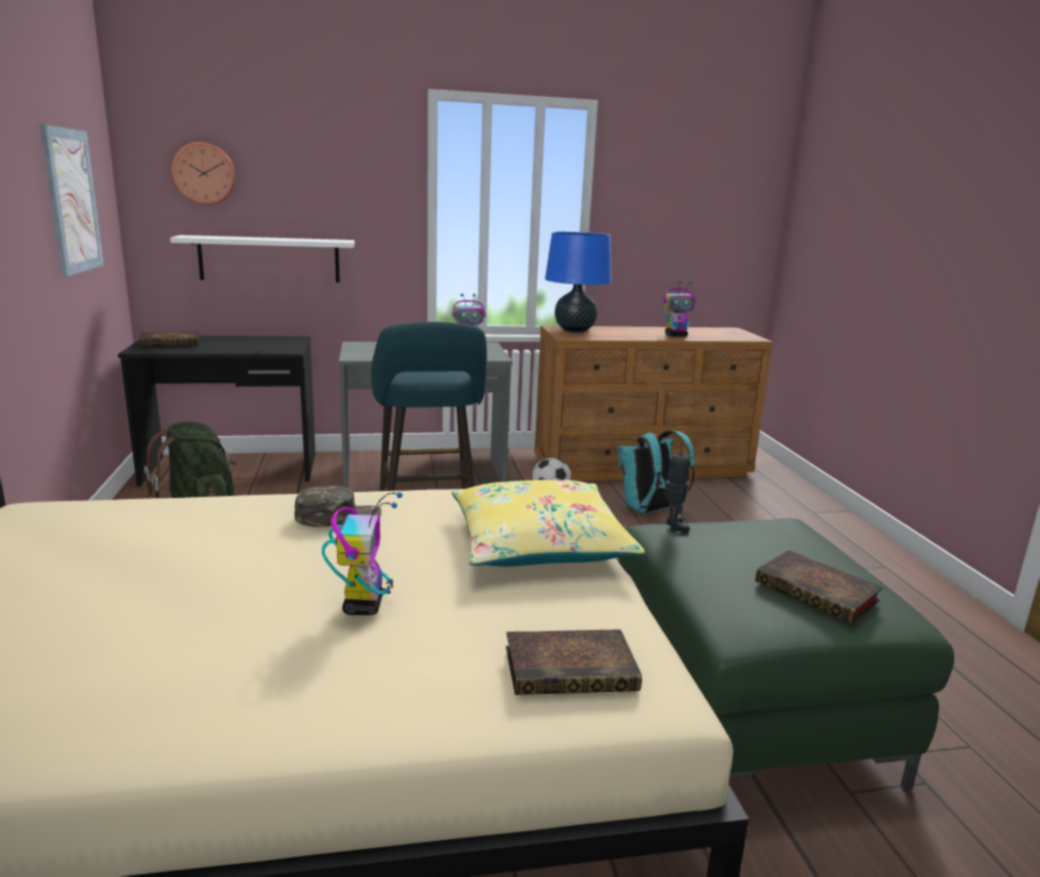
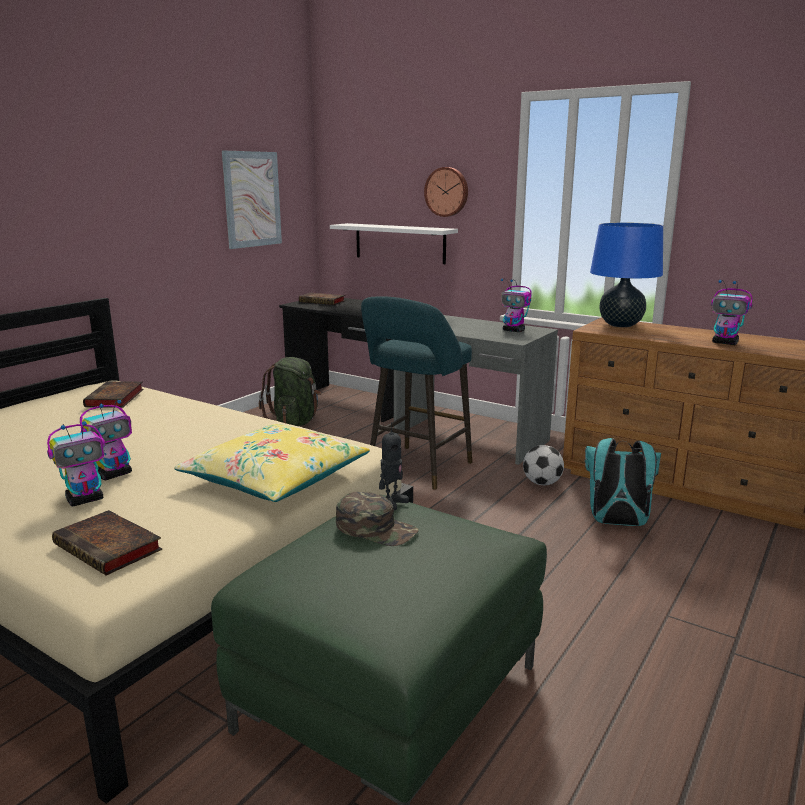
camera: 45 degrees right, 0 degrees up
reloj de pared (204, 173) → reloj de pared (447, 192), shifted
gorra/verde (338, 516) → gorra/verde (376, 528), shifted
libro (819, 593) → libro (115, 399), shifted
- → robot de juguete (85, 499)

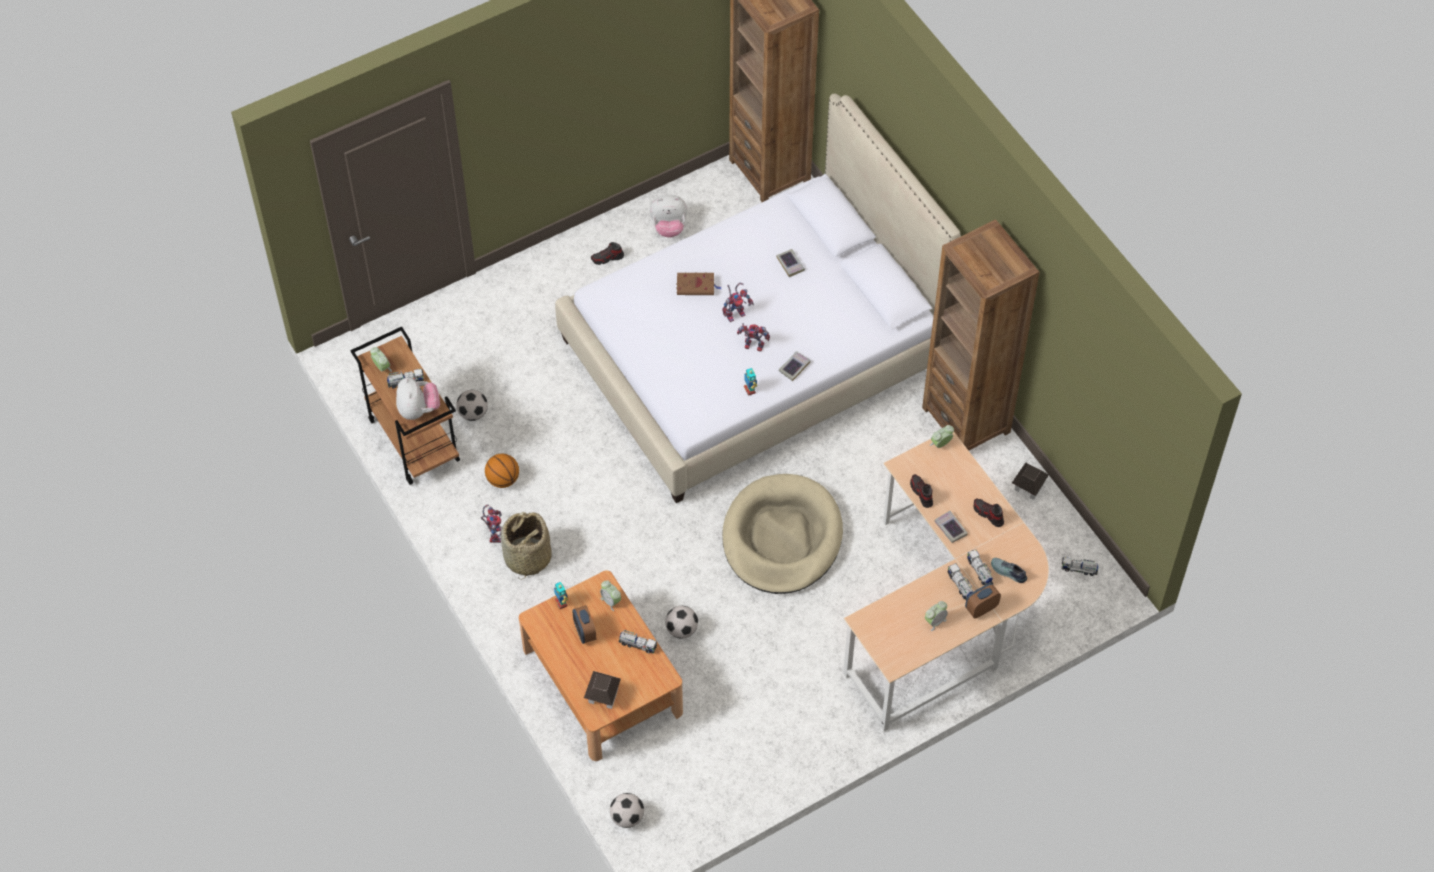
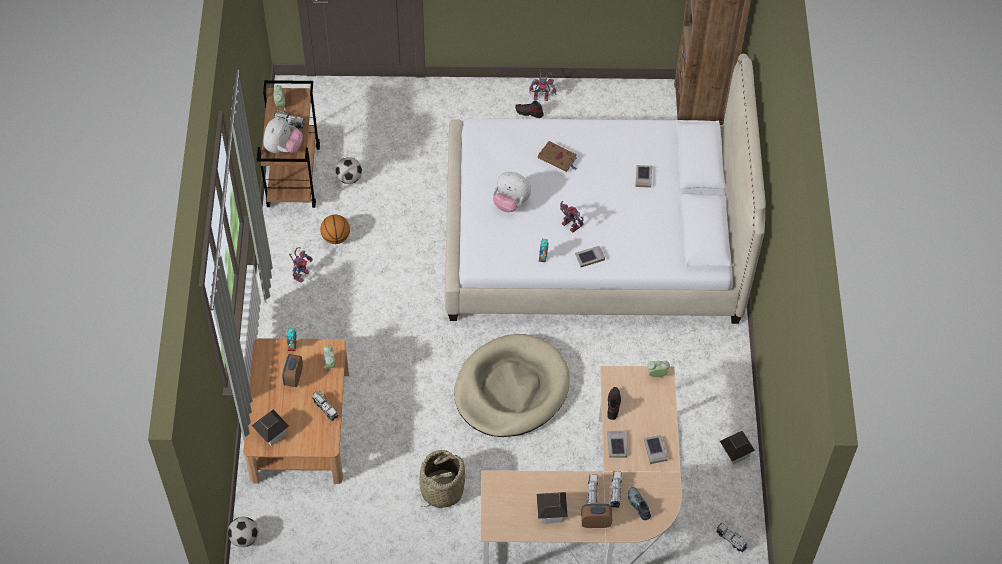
camera: 30 degrees right, 0 degrees up
peluche (669, 227) → peluche (510, 202), shifted
estantería/marrón (966, 420) → -
robot de juguete (736, 313) → robot de juguete (542, 96), shifted
zapato (988, 514) → libro (655, 450)
cesta (527, 557) → cesta (441, 490), shifted
despertador (935, 621) → casita (551, 512)
balón de fútbol (681, 629) → -

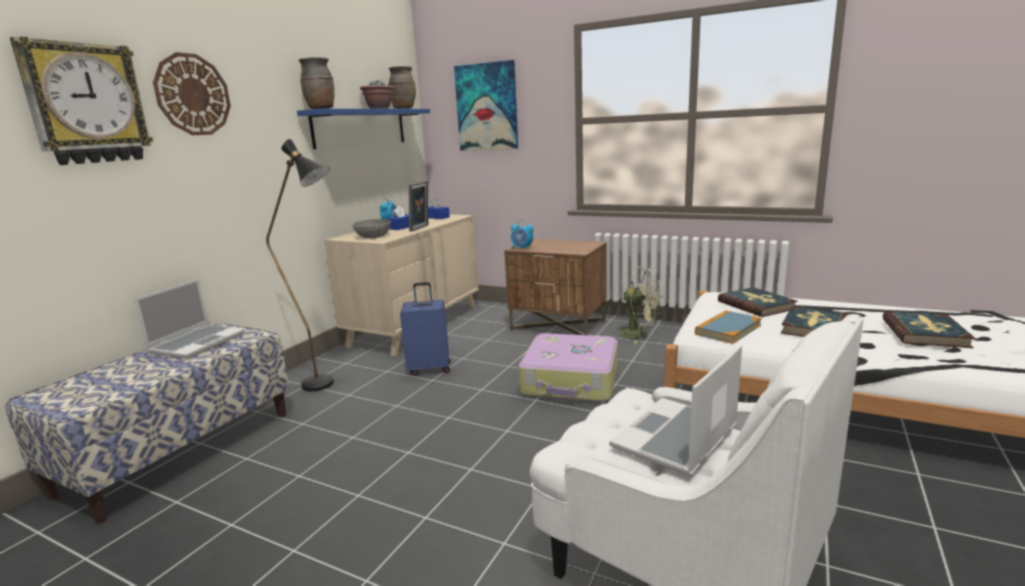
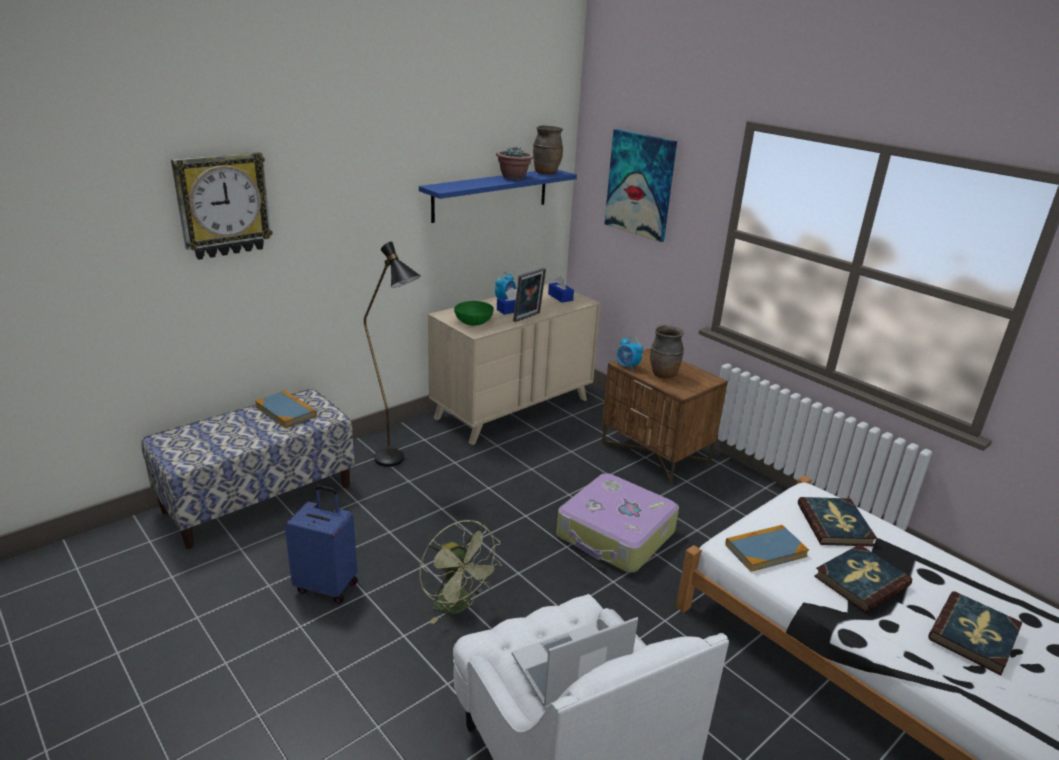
camera: 20 degrees right, 10 degrees up
reloj de pared (193, 95) → -
florero/marrón (321, 109) → florero/marrón (663, 374), shifted
cuenco/gris (373, 236) → cuenco/verde (473, 321)
ventilador/verde (640, 335) → ventilador/verde (458, 606), shifted
portátil (198, 342) → libro (286, 411)
maleta/azul (429, 368) → maleta/azul (327, 586), shifted

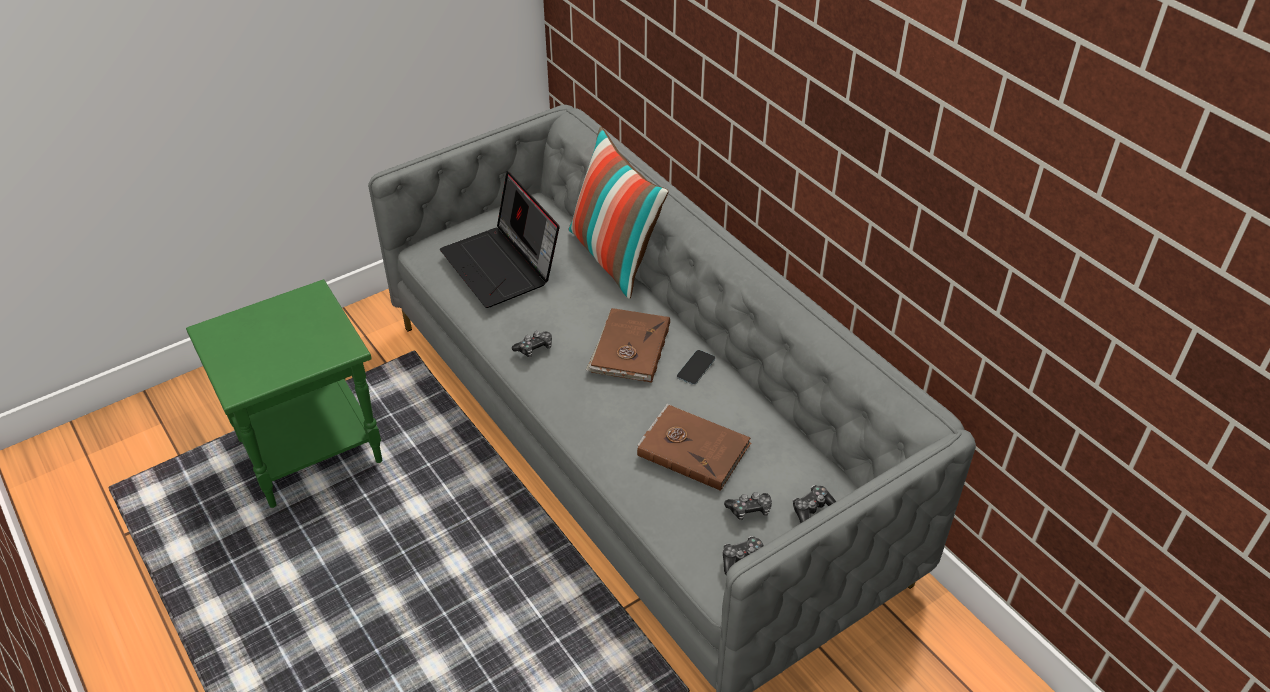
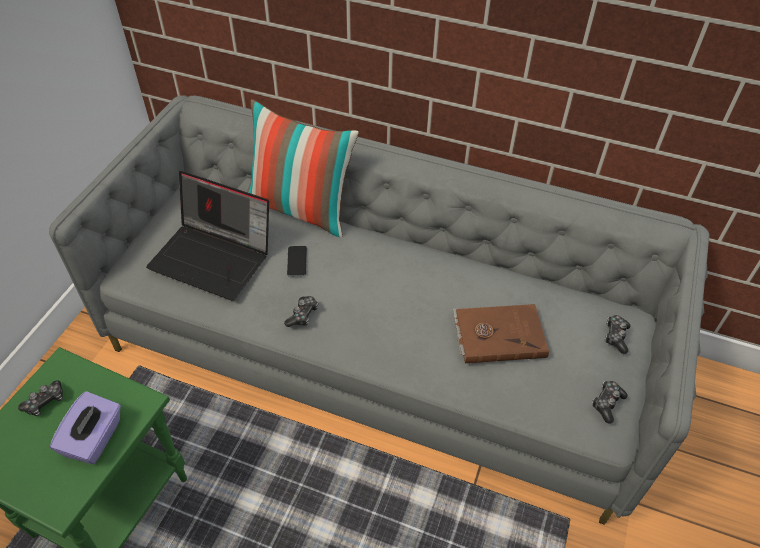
camera: 35 degrees left, 5 degrees up
libro/marrón (629, 348) → -
móvil (696, 367) → móvil (297, 261), shifted
mando de consola (749, 510) → mando de consola (45, 402), shifted
- → caja de pañuelos/morado (95, 439)

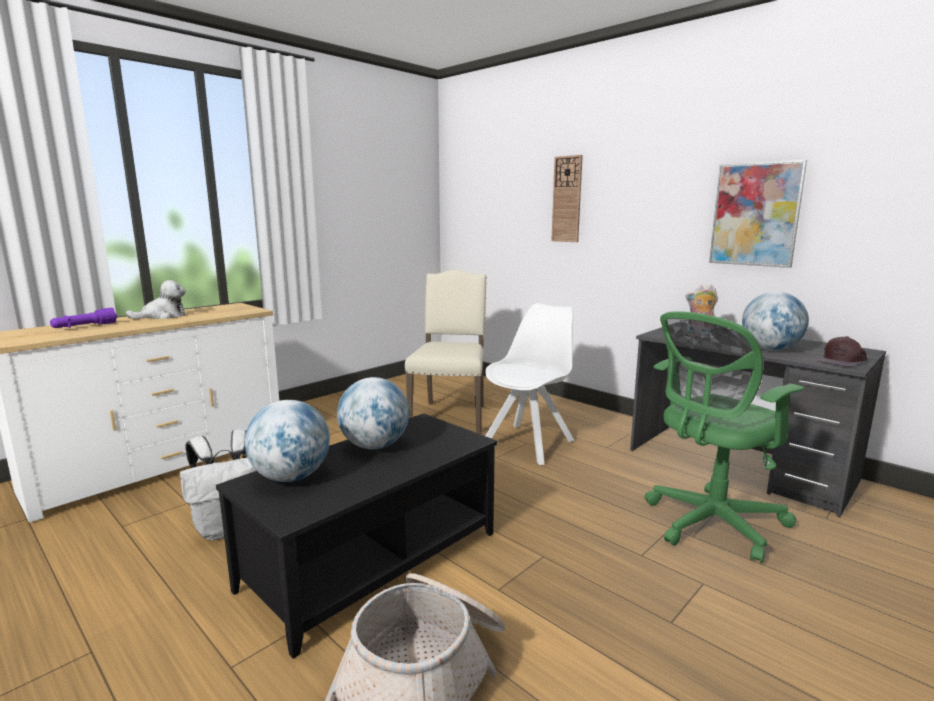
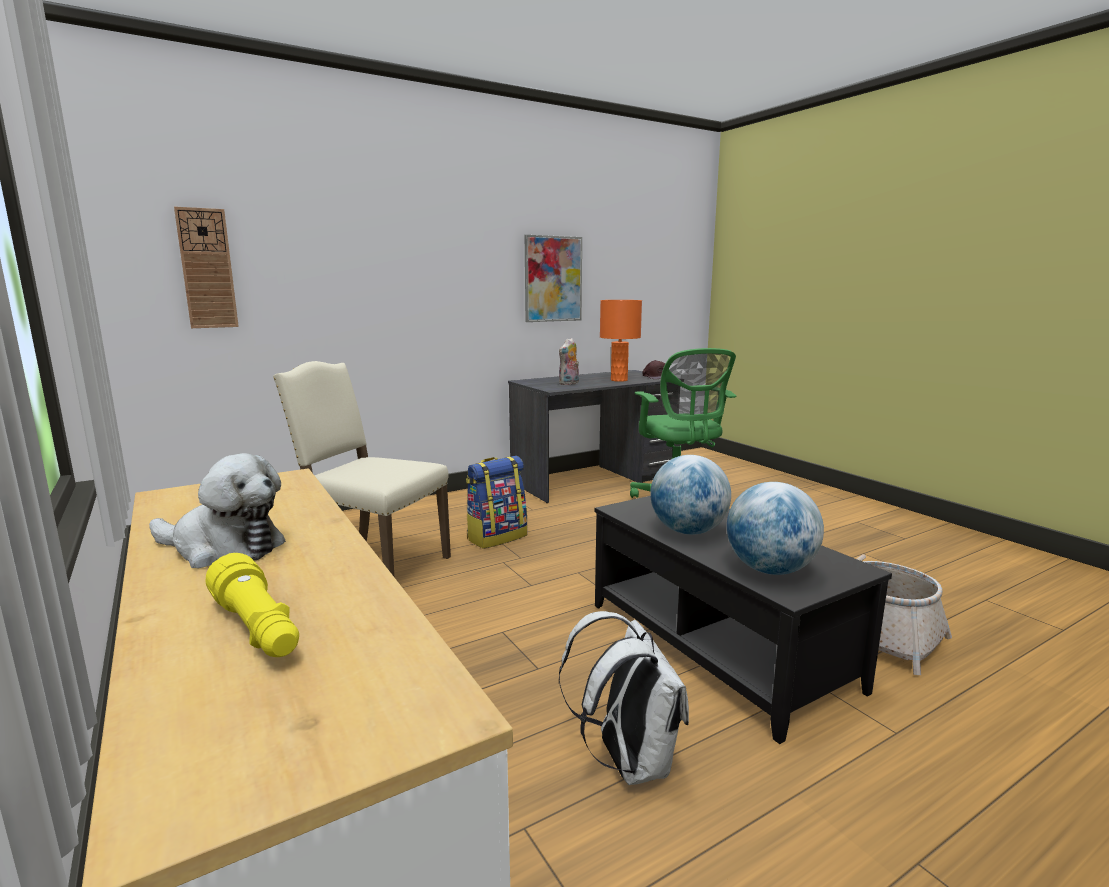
camera: 75 degrees left, 0 degrees up
reloj de pared (567, 199) → reloj de pared (207, 269), shifted
peluche (162, 316) → peluche (223, 548), 120 degrees clockwise
globo terráqueo (770, 349) → lámpara de mesa/naranja (619, 380)
silla/blanco (529, 443) → mochila (497, 537)
linterna/morado (85, 327) → linterna/amarillo (258, 629)

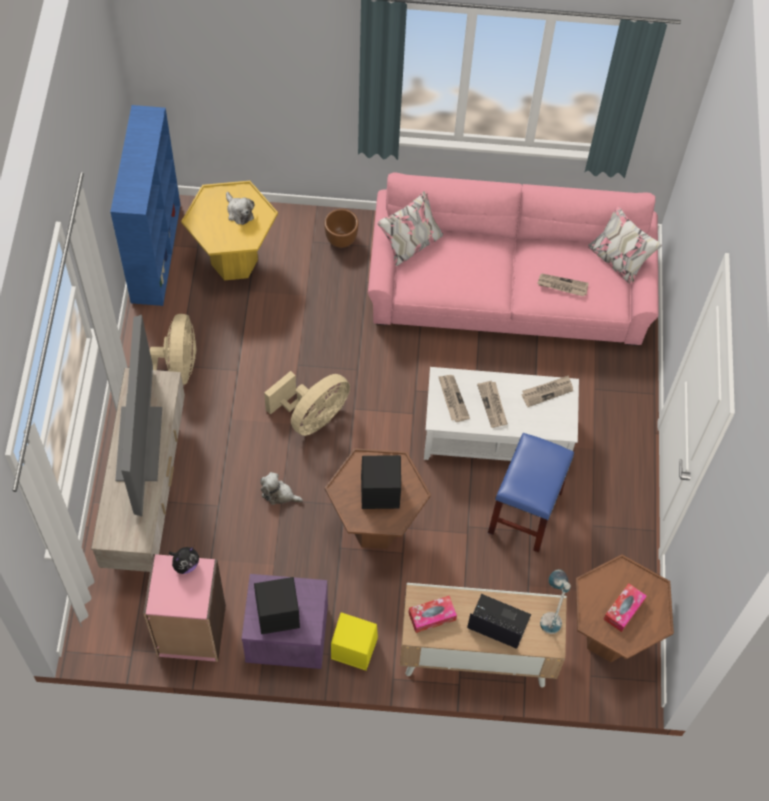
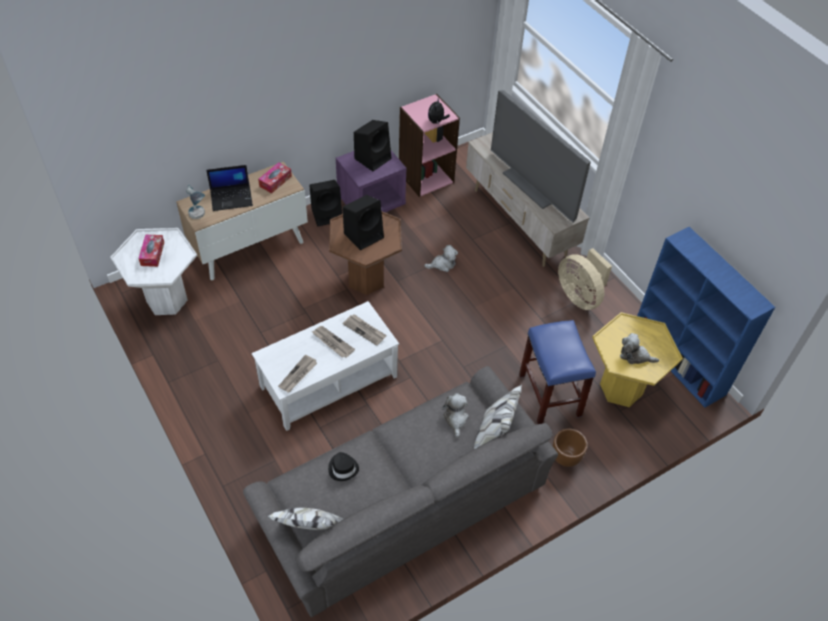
camera: 145 degrees right, 10 degrees down
sofá/rosa (509, 289) → sofá/gris (401, 503)
periódico (562, 286) → sombrero/negro (343, 468)
ventilador/beis (312, 417) → -
taburete/azul (525, 511) → taburete/azul (550, 395), shifted
mesa auxiliar/marrón (609, 637) → mesa auxiliar/blanco (166, 300)
altavoz/amarillo (353, 648) → altavoz/negro (327, 214)
- → peluche (455, 419)

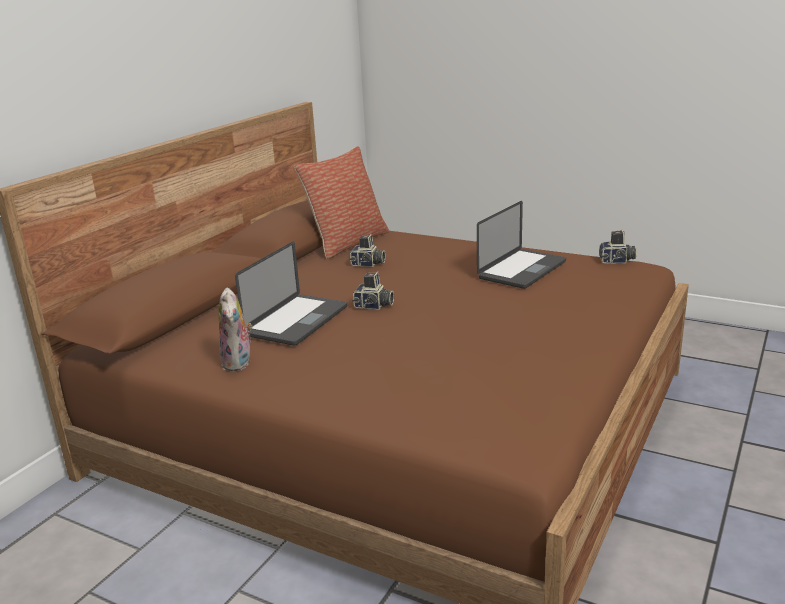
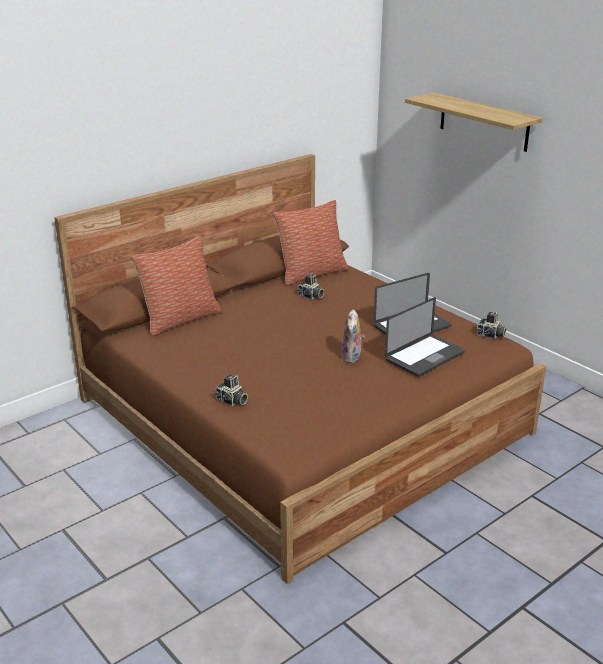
camera: 20 degrees right, 5 degrees up
portátil (297, 321) → portátil (425, 356), shifted
cámara (374, 306) → cámara (231, 401), shifted
peluche (239, 363) → peluche (352, 358), shifted
- → estante (483, 122)
- → cojín (180, 319)

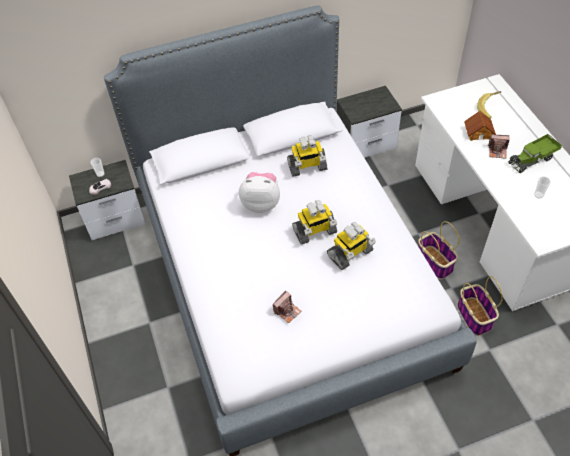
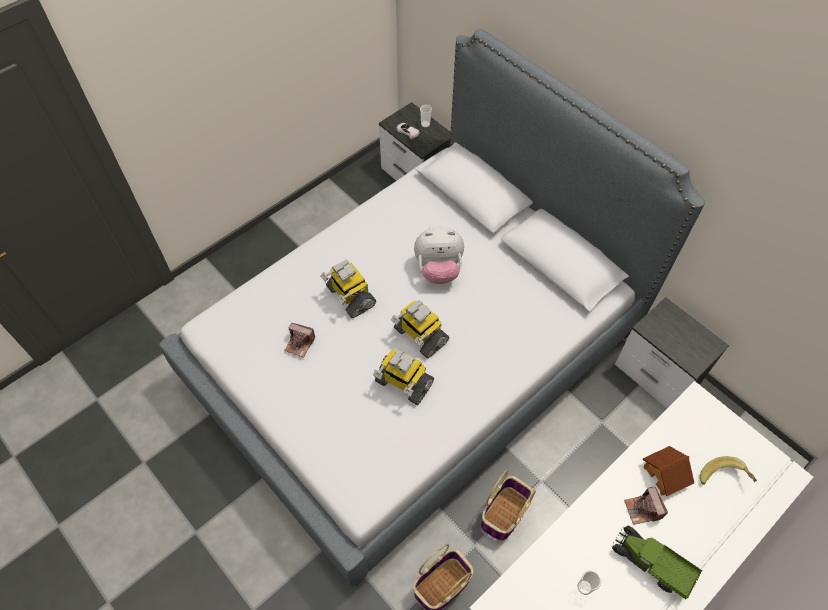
camera: 65 degrees right, 5 degrees up
robot de juguete (307, 167) → robot de juguete (350, 296), shifted
peluche (261, 203) → peluche (438, 269), 105 degrees clockwise

